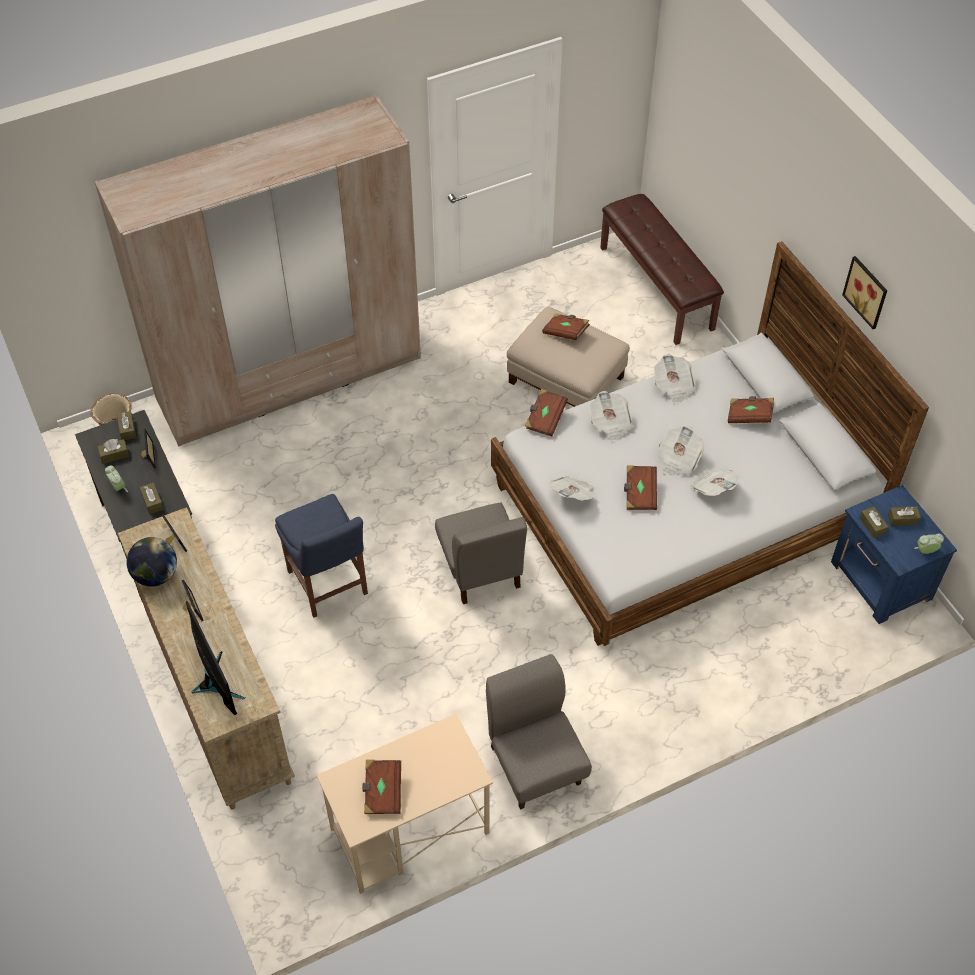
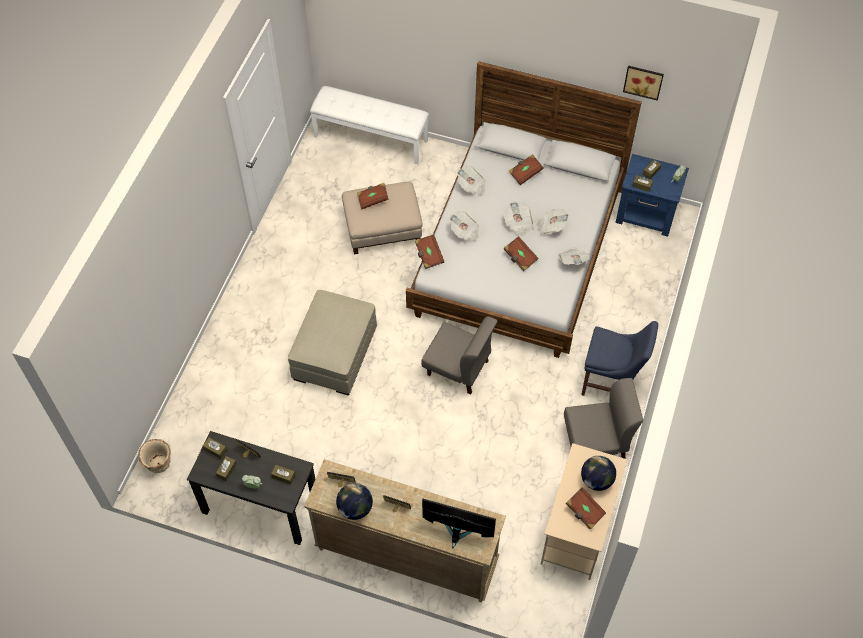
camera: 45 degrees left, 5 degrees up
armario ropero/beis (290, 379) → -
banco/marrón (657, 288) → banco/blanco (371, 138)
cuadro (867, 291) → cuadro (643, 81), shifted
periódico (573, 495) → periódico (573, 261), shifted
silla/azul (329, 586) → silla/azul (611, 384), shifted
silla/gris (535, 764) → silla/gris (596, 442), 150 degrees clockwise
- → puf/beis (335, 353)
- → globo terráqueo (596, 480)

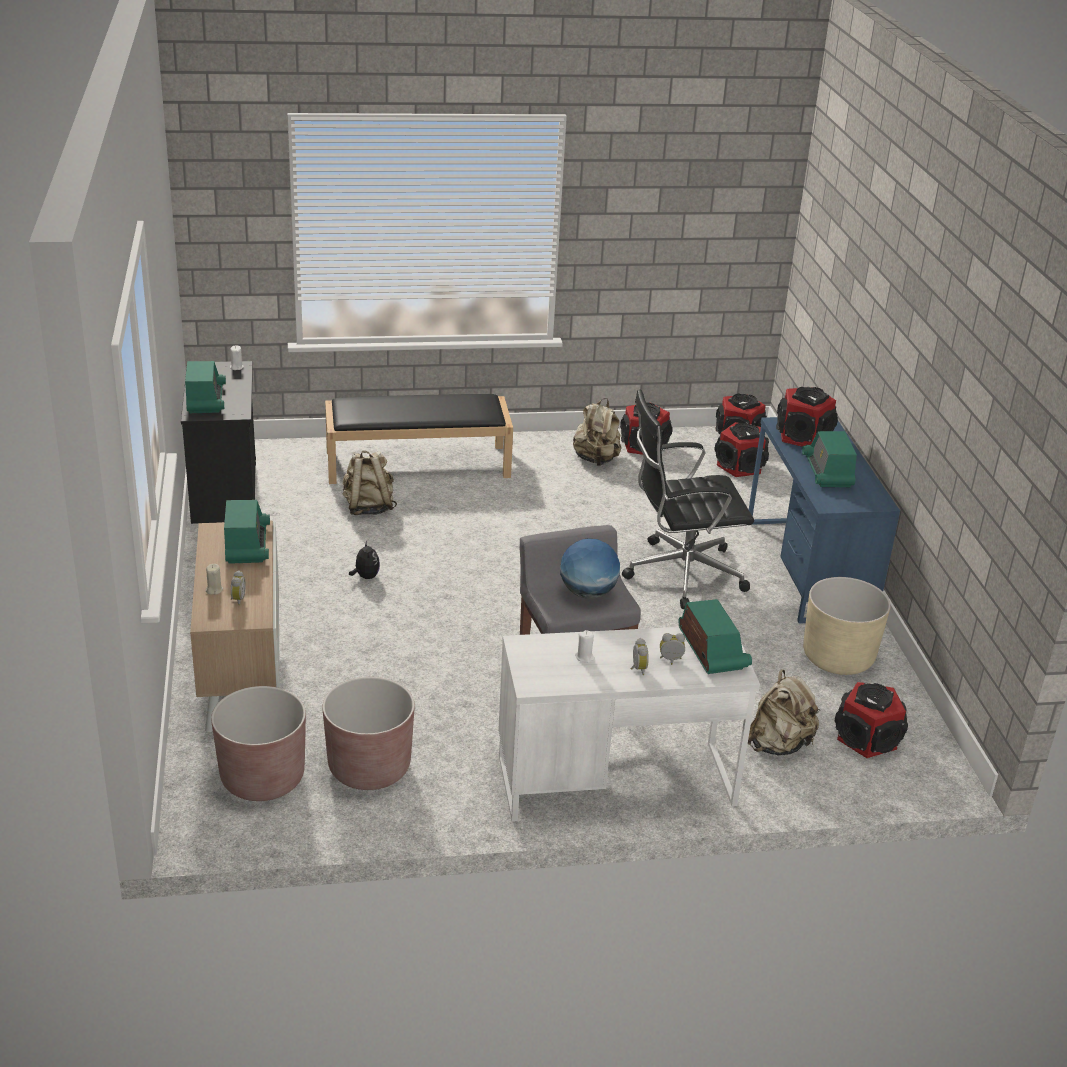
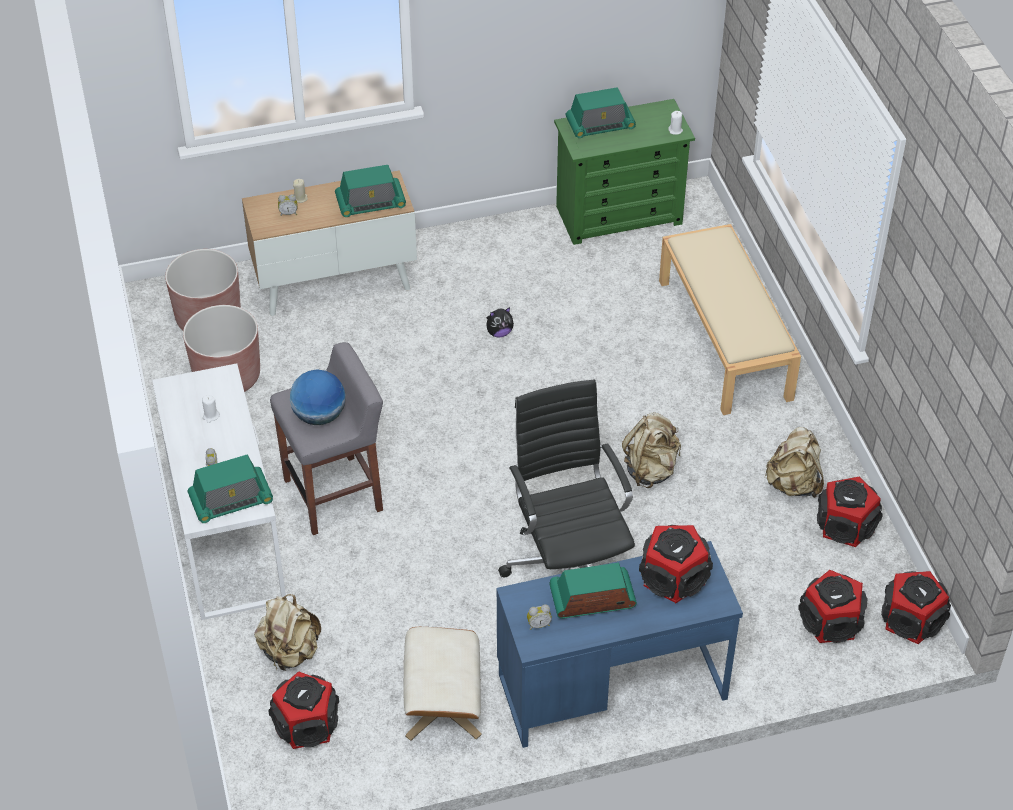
camera: 85 degrees right, 15 degrees up
cómoda/negro (224, 491) → cómoda/verde (619, 215)
banco/negro (419, 463) → banco/beis (725, 339)
mochila/beis (368, 508) → mochila/beis (651, 470), shifted
maceta/beis (838, 657) → puf/beis (442, 708)
despertador (637, 669) → despertador (538, 624), shifted

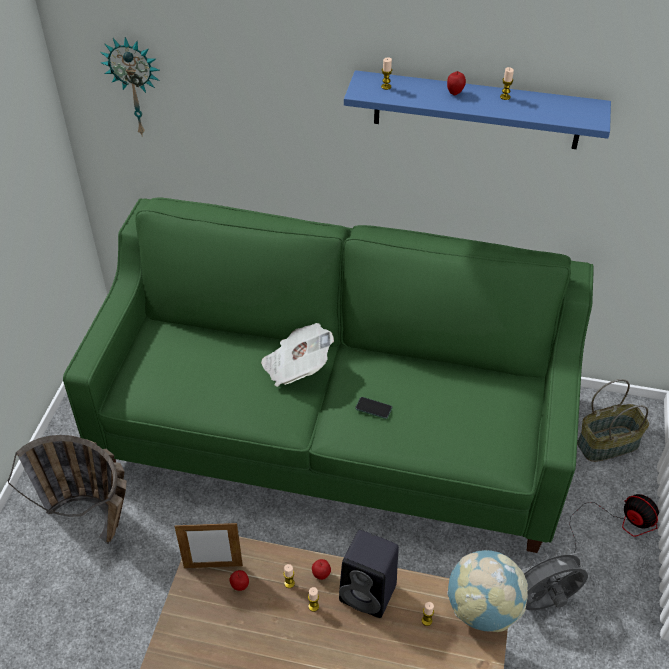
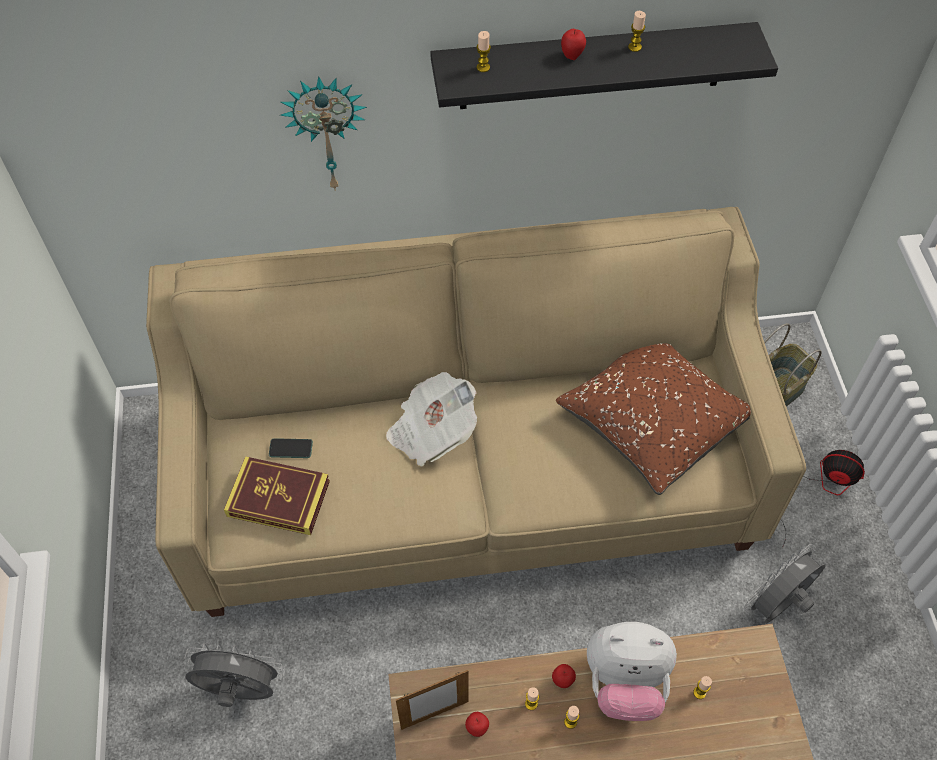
camera: 20 degrees left, 10 degrees up
reloj de pared (135, 86) → reloj de pared (326, 132), shifted
estante/azul (476, 110) → estante/negro (592, 66)
sofá/verde (334, 429) → sofá/beis (468, 473)
móvil (373, 408) → móvil (291, 449), shifted
cesta (98, 526) → ventilador/gris (240, 691)
altavoz/negro (370, 593) → peluche (625, 683)
globo terráqueo (482, 609) → -
- → cojín/marrón (651, 421)
- → libro (278, 498)

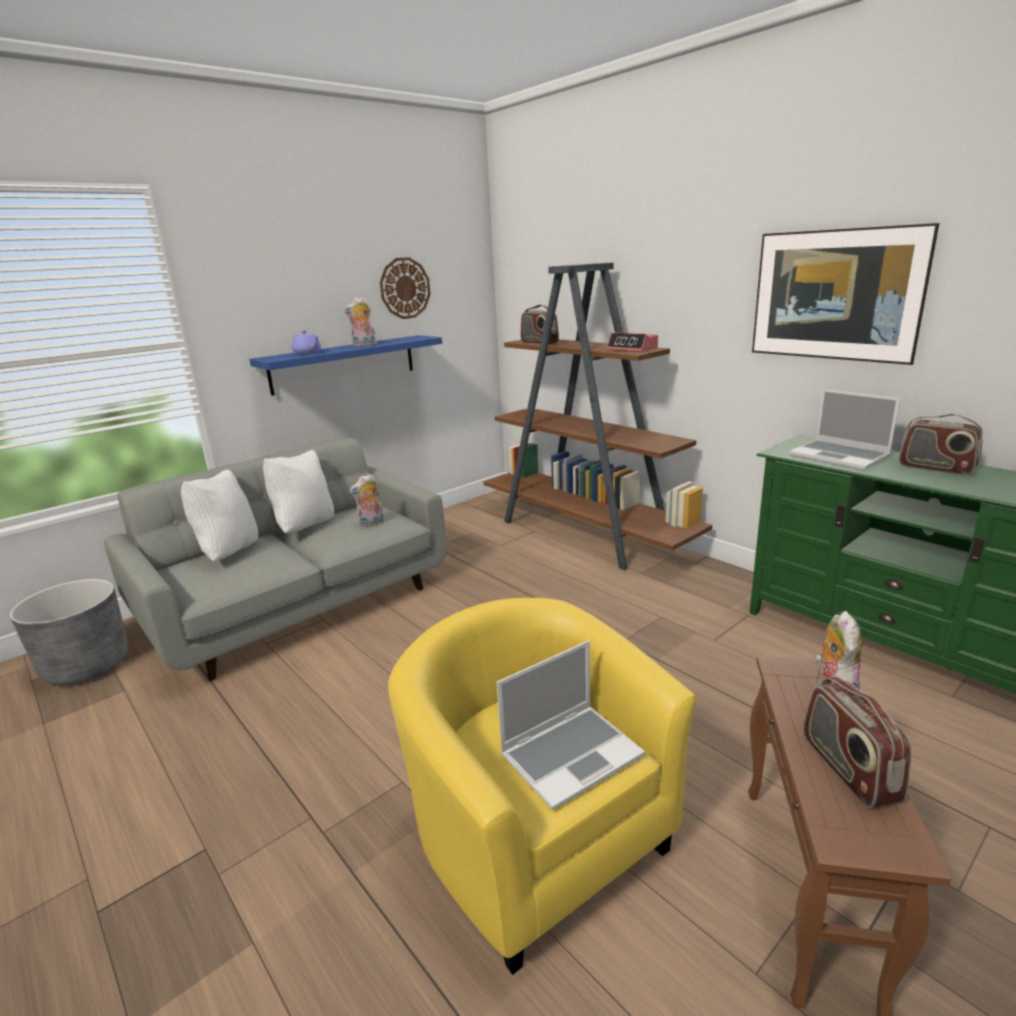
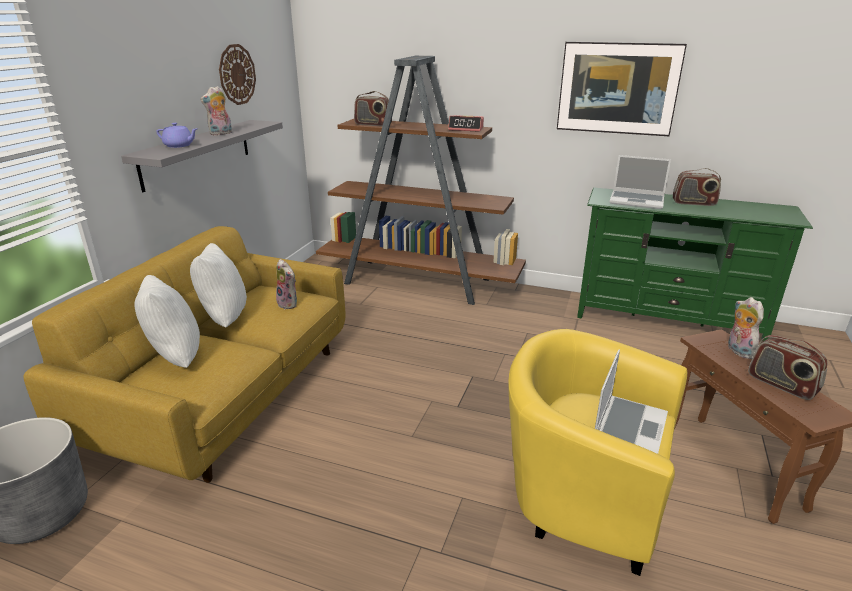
camera: 30 degrees left, 5 degrees up
estante/azul (344, 364) → estante/gris (197, 153)
sofá/gris (299, 605) → sofá/amarillo (225, 394)
peluche (371, 524) → peluche (289, 304), 75 degrees counterclockwise

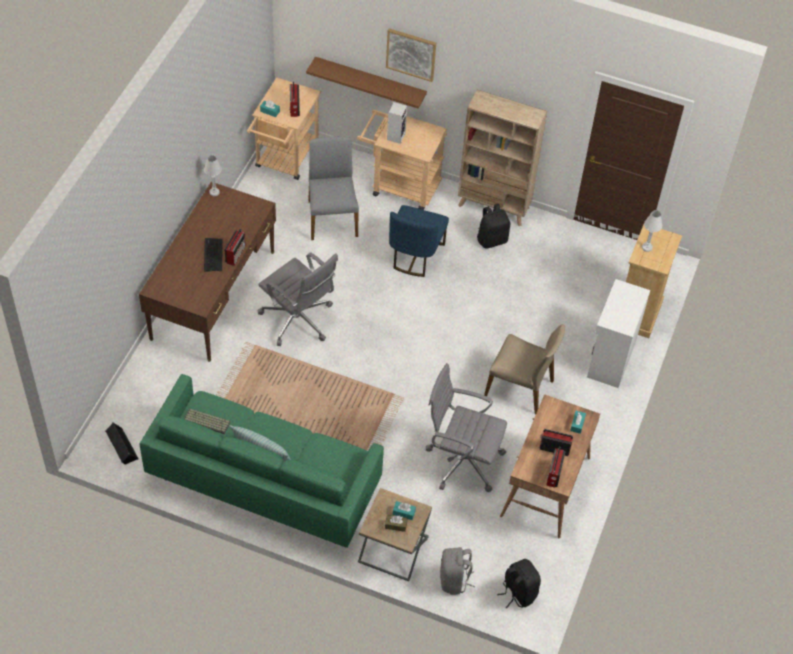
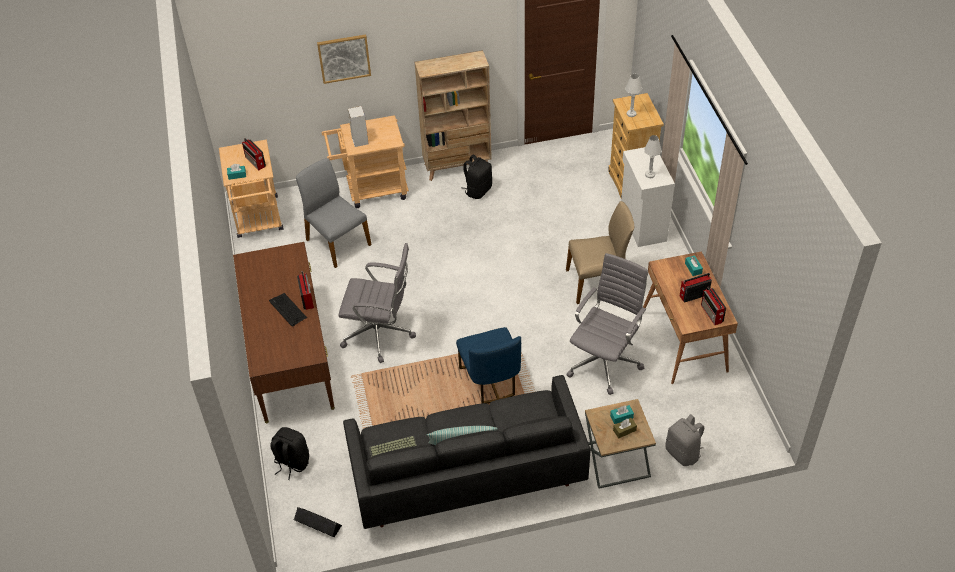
camera: 30 degrees left, 5 degrees down
estante/marrón (370, 81) → -
lámpara de mesa/blanco (214, 192) → lámpara de mesa/blanco (650, 174), shifted
silla/azul (415, 255) → silla/azul (490, 380), shifted
silla de oficina/gris (462, 460) → silla de oficina/gris (605, 361), 135 degrees clockwise
sofá/verde (264, 482) → sofá/negro (466, 475)
mochila/negro (518, 593) → mochila/negro (291, 463), shifted

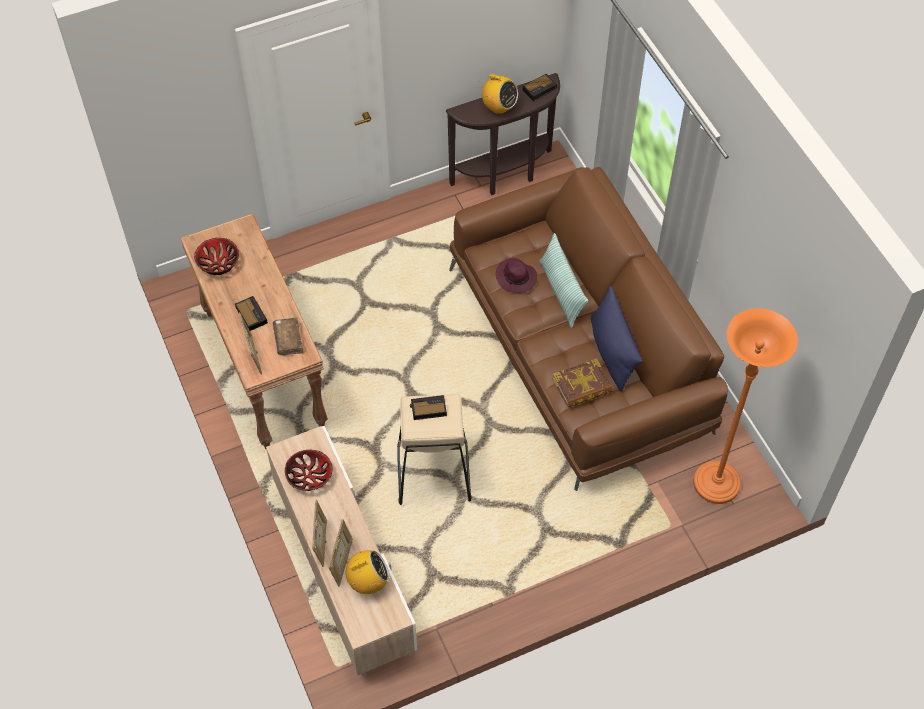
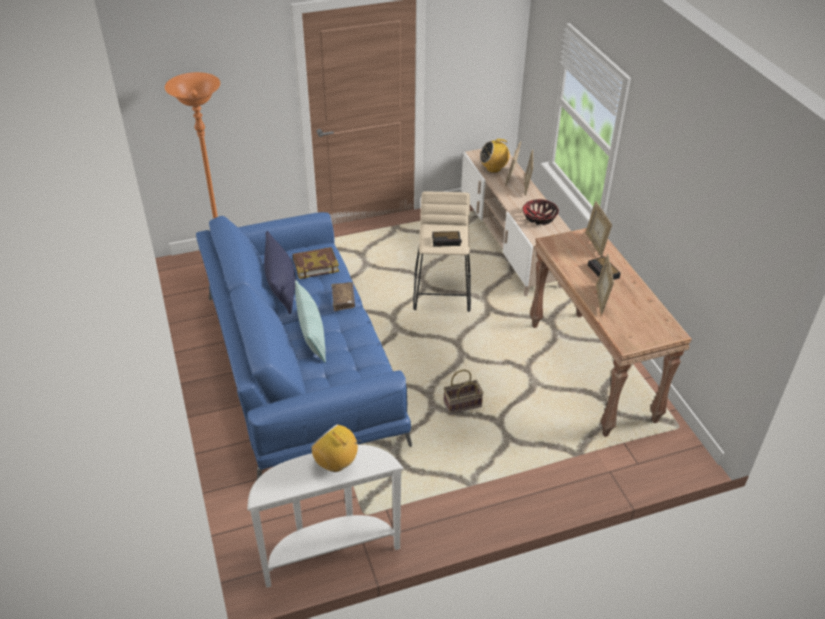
camera: 175 degrees left, 15 degrees down
mesa consola/marrón (506, 176) → mesa consola/blanco (329, 552)
despertador (540, 89) → -
sofá/marrón (579, 351) → sofá/azul (300, 365)
cuenco (218, 263) → -
sombrero/morado (516, 278) → -
libro/marrón (288, 340) → libro/marrón (343, 300), shifted
- → portarretratos (601, 300)
- → cesta (462, 405)

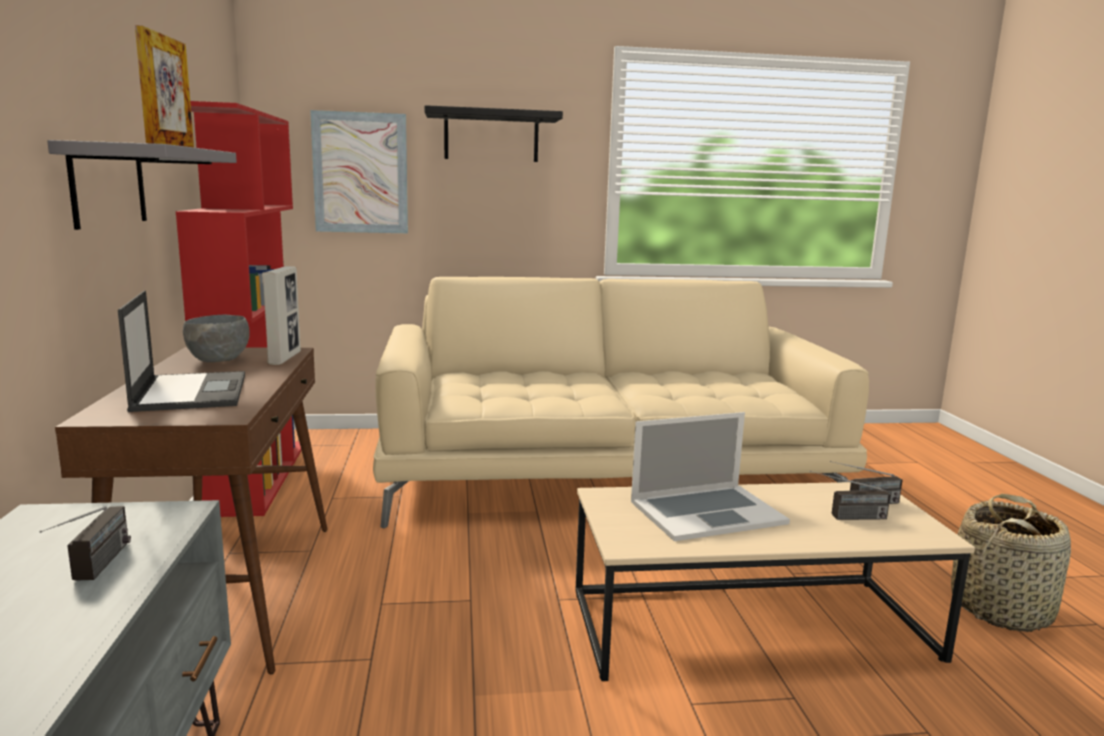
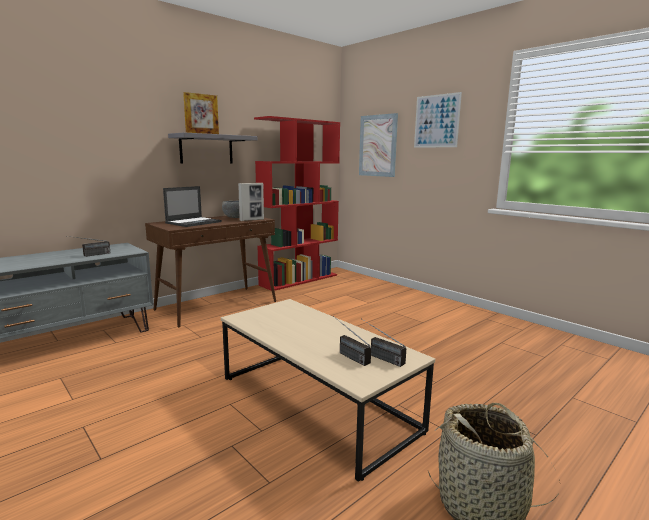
camera: 55 degrees right, 0 degrees up
estante/negro (491, 137) → cuadro (436, 121)
sofá/beis (605, 473) → -
portátil (706, 512) → -

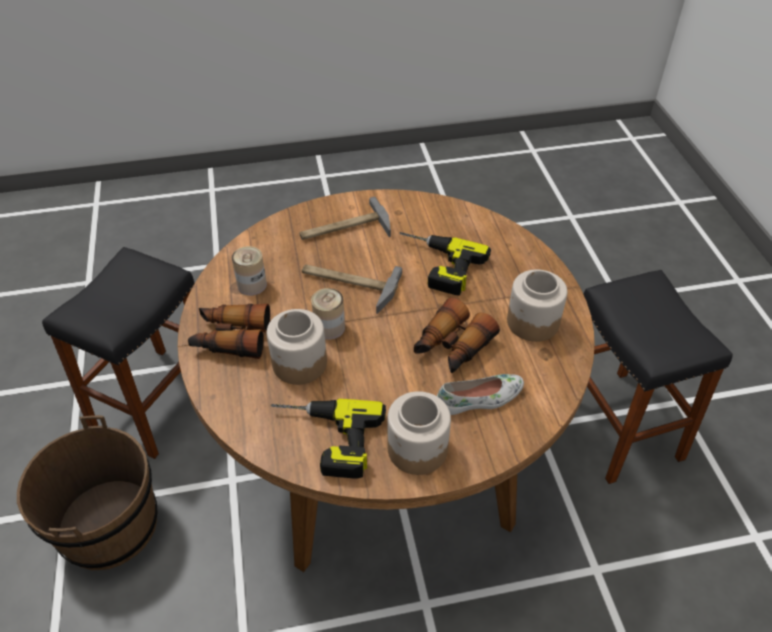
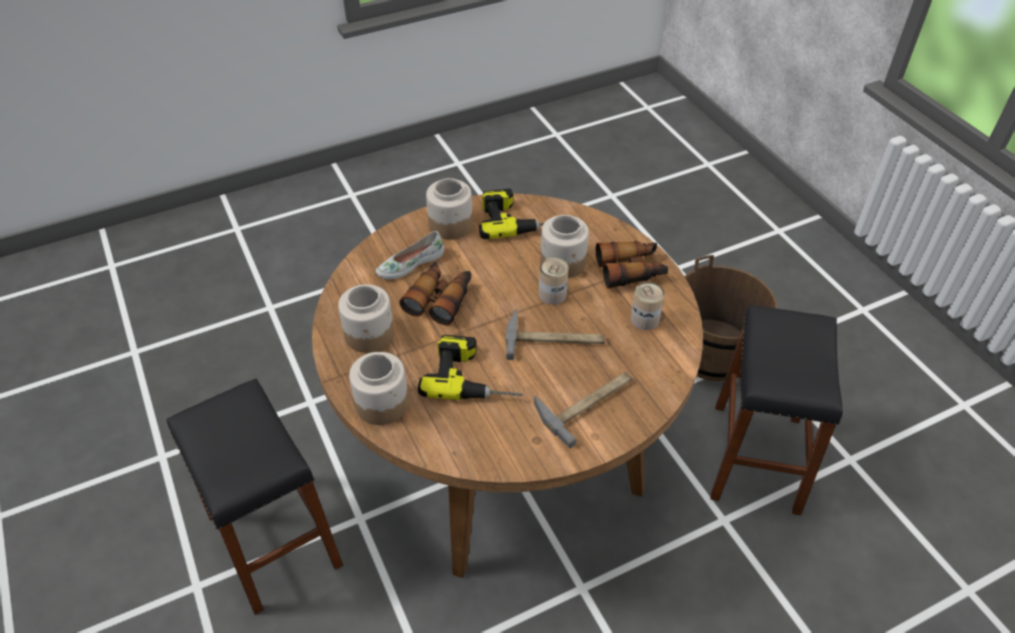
camera: 165 degrees right, 0 degrees up
- → tarro (382, 403)

